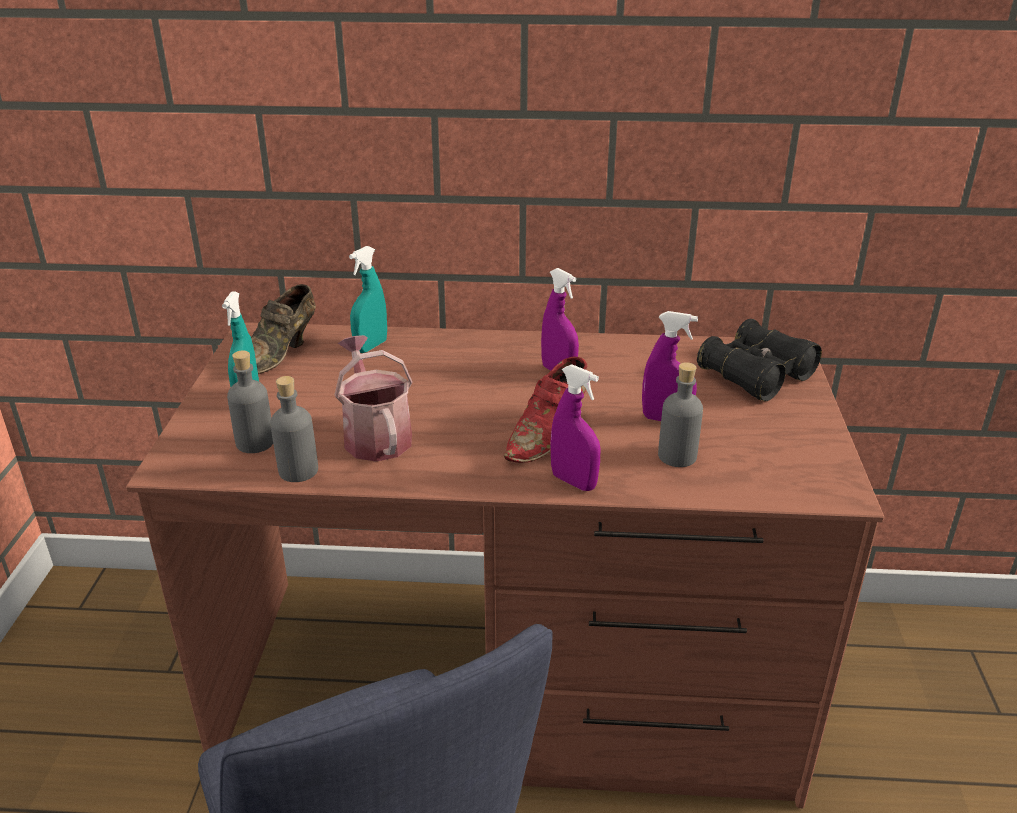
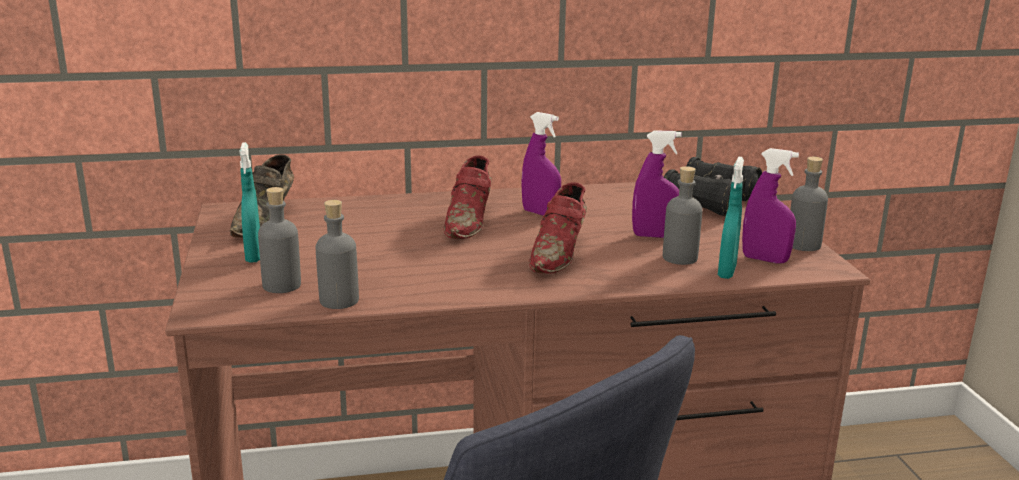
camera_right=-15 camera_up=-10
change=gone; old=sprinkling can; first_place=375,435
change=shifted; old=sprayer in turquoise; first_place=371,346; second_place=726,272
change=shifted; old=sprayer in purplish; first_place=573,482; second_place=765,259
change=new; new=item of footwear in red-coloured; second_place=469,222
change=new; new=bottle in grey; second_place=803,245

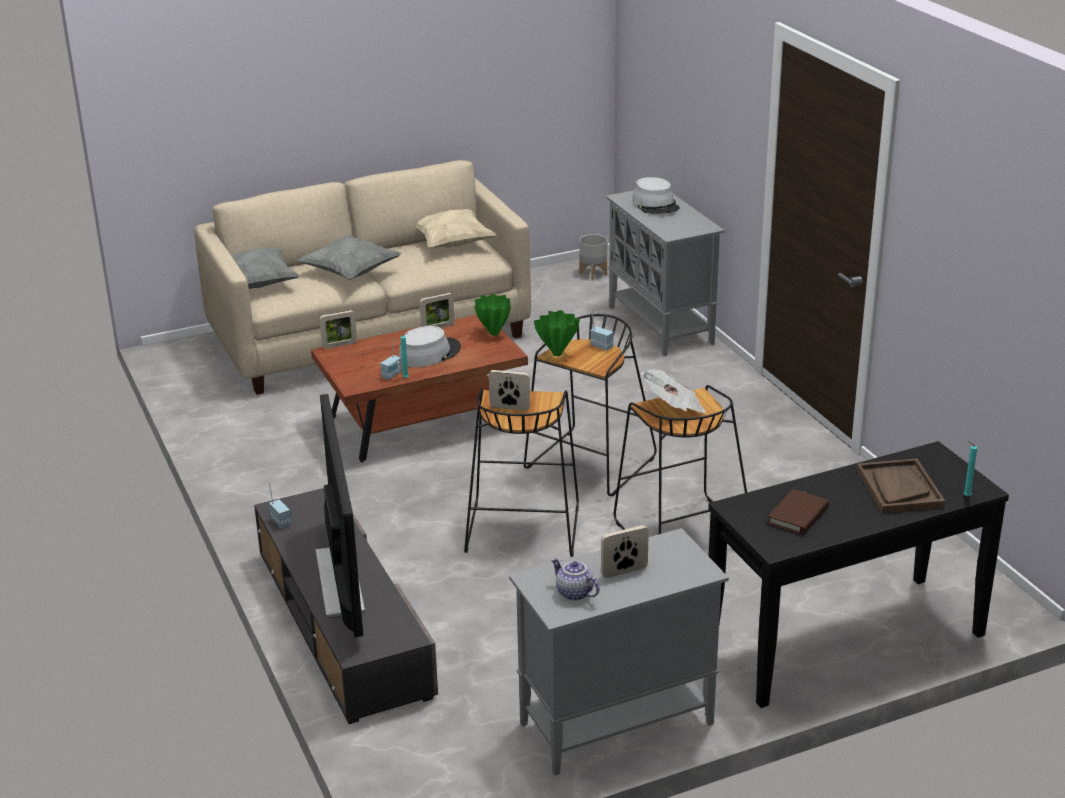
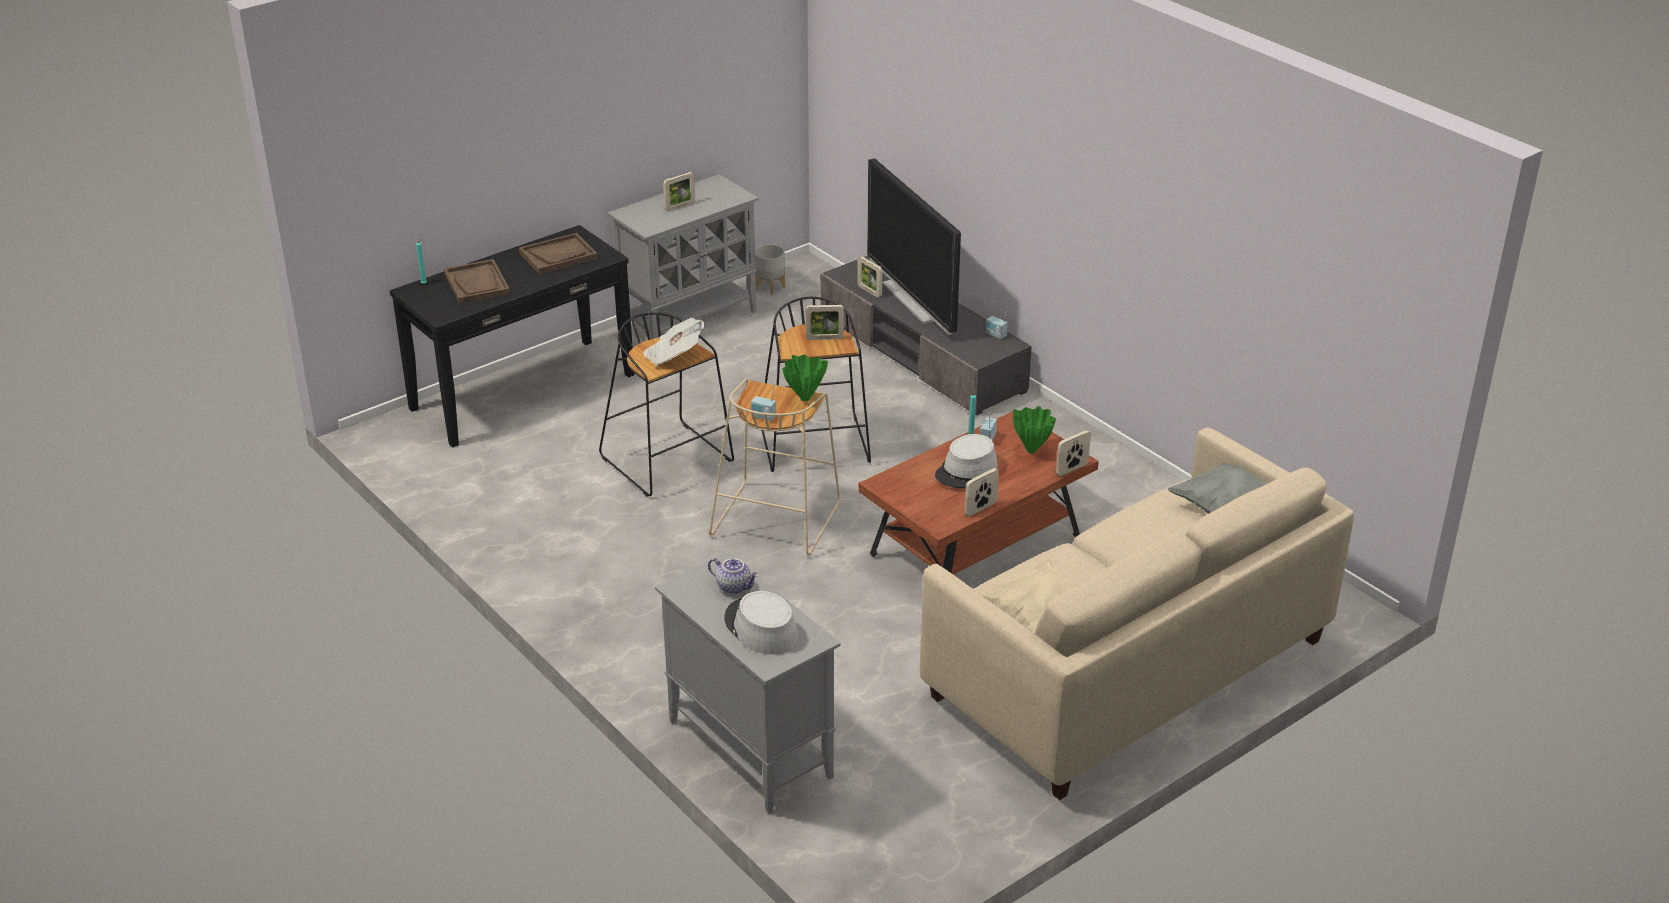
camera_right=165 camera_up=5
change=gone; old=throw pillow in grey; first_place=350,273
change=shifted; old=vase in green-coloured; first_place=493,333; second_place=1032,450
change=repainted; old=sitting stool in blackish; new=sitting stool in beige; first_place=590,465; second_place=775,518
change=shifted; old=tea pot; first_place=573,593; second_place=734,586
change=shifted; old=planter in grey; first_place=593,274; second_place=769,288
change=swapped; old=volume in brown-coloured; new=tray in brown-coloured; first_place=798,515; second_place=558,255
change=new; new=photo frame; second_place=869,291

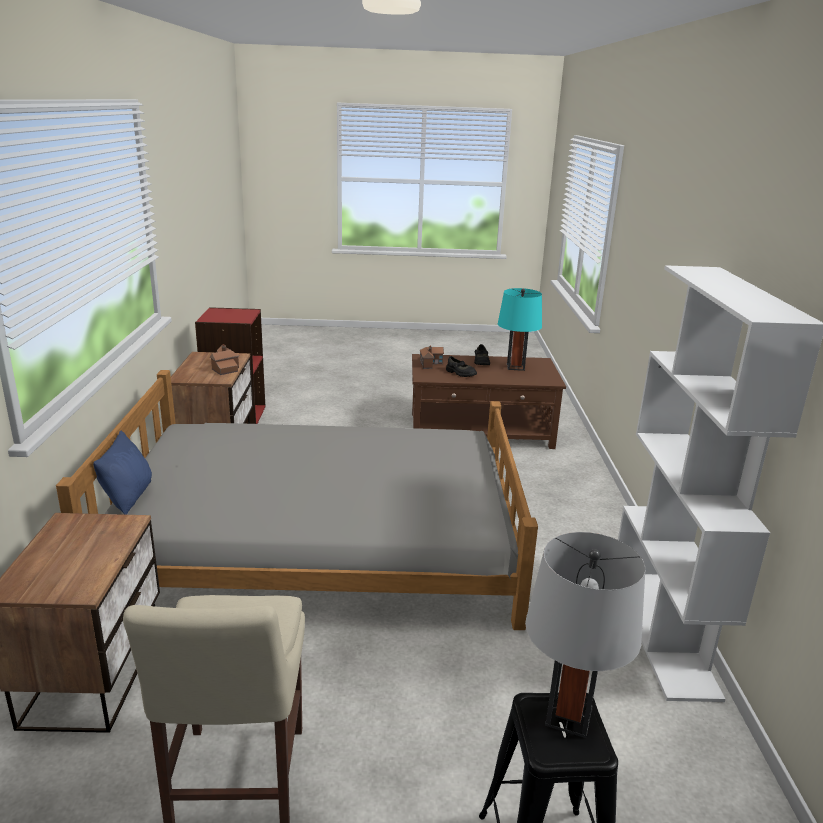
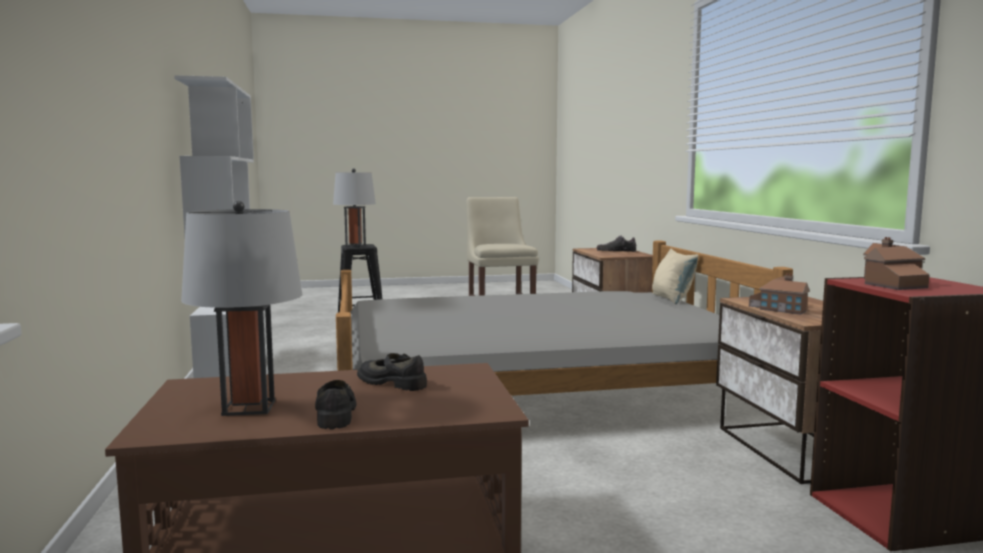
camera_right=170 camera_up=-15
change=repainted; old=throw pillow in blue-coloured; new=throw pillow in beige; first_place=128,497; second_place=672,299
change=shifted; old=miniature house; first_place=431,363; second_place=889,283
change=repainted; old=table lamp in turquoise; new=table lamp in grey; first_place=515,367; second_place=249,407
change=new; new=item of footwear; second_place=616,252

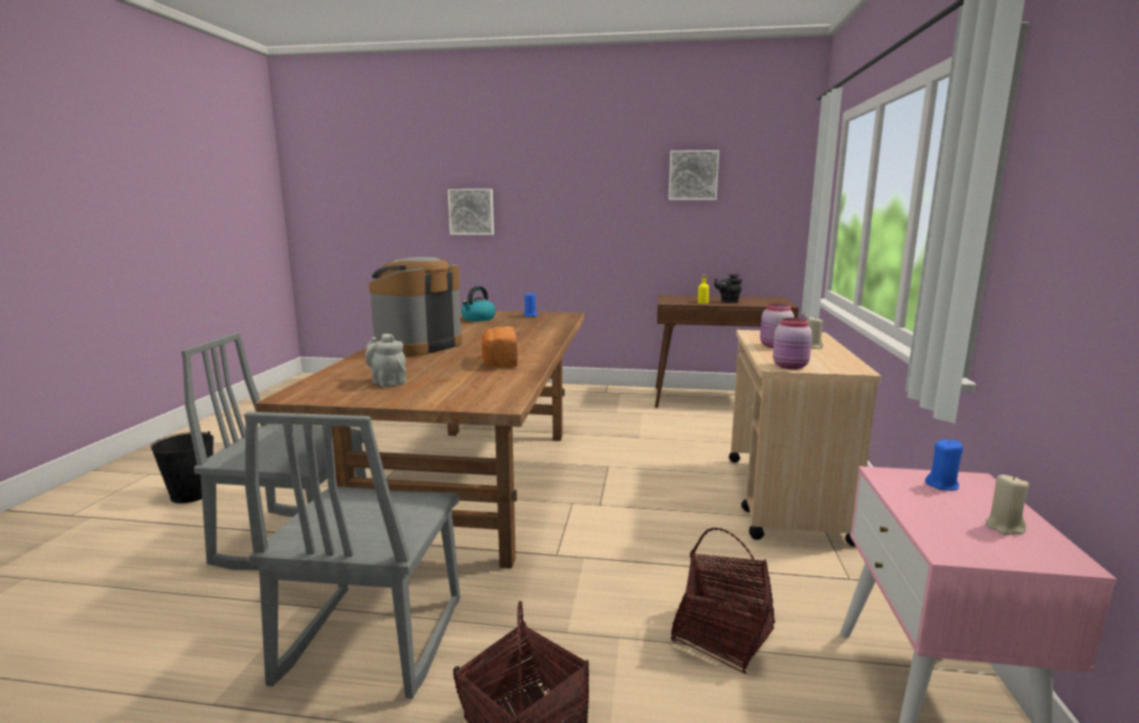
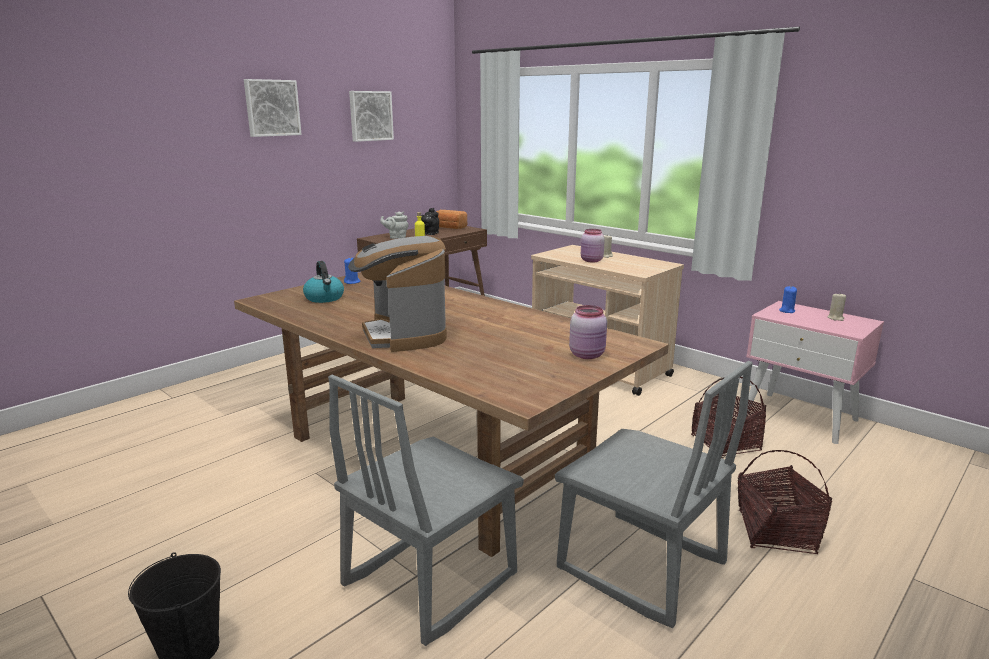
camera_right=-55 camera_up=5
change=shifted; old=tea pot in grey; first_place=387,382; second_place=396,237
change=shifted; old=wall art; first_place=471,212; second_place=272,108
change=shifted; old=baked bread; first_place=499,361; second_place=449,228
change=shifted; old=preserve jar in pink-coloured; first_place=791,366; second_place=588,355

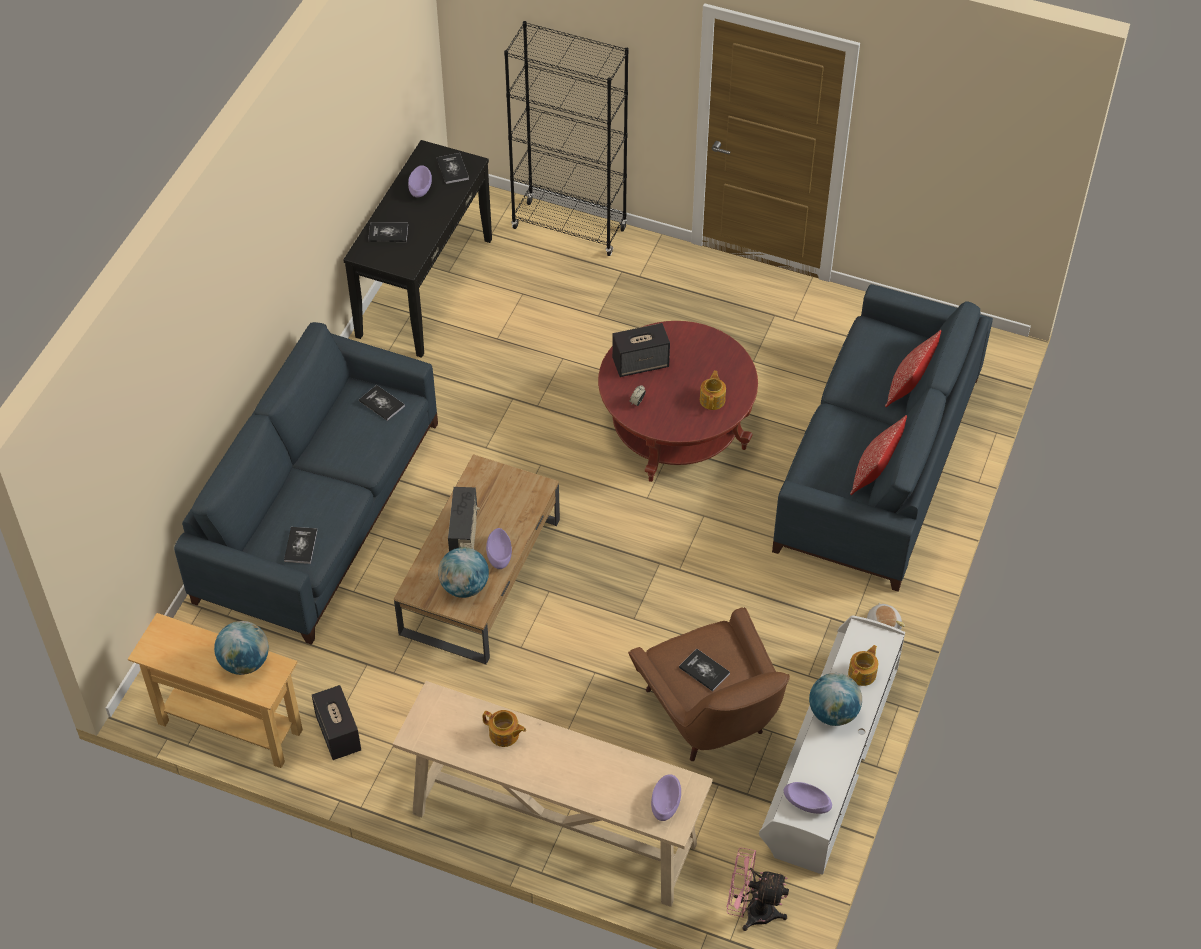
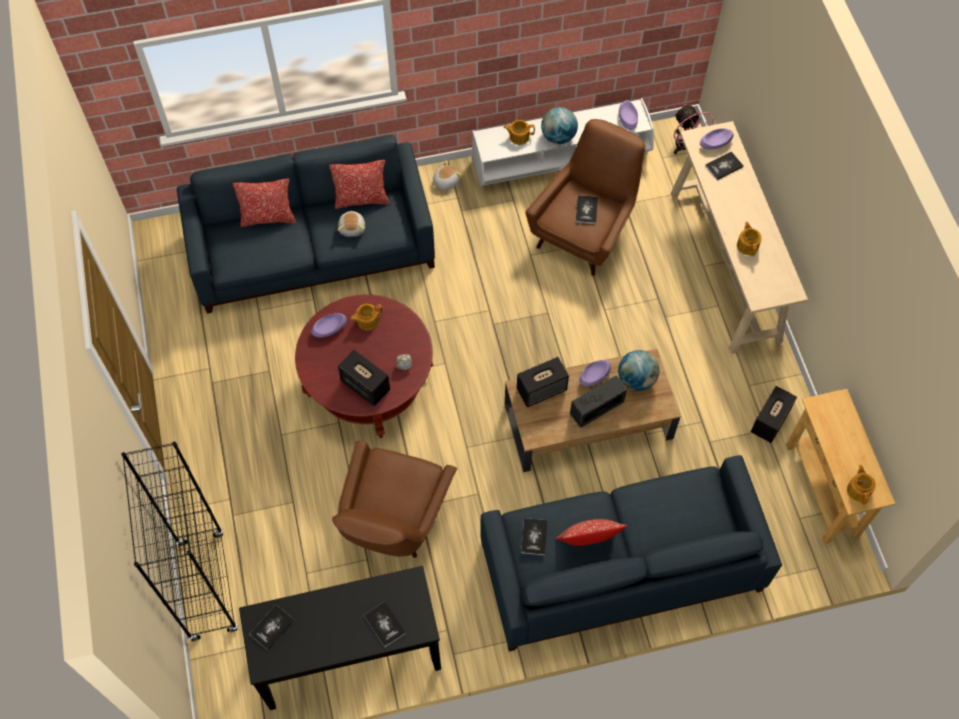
camera_right=-125 camera_up=10
change=gone; old=desk globe; first_place=245,662
change=shifted; old=volume; first_place=300,546; second_place=724,166
change=shifted; old=serving bowl in purplish; first_place=420,188; second_place=329,328
change=new; new=lounge chair in brown-coloured; second_place=394,523
change=new; new=plush toy; second_place=352,228
change=new; new=loudspeaker; second_place=542,389
change=new; new=throw pillow; second_place=588,541
change=new; new=tea pot; second_place=859,490

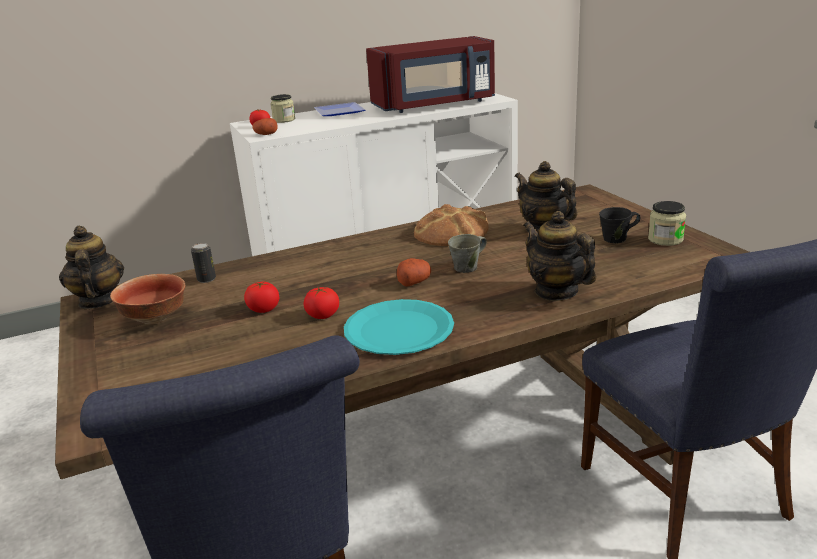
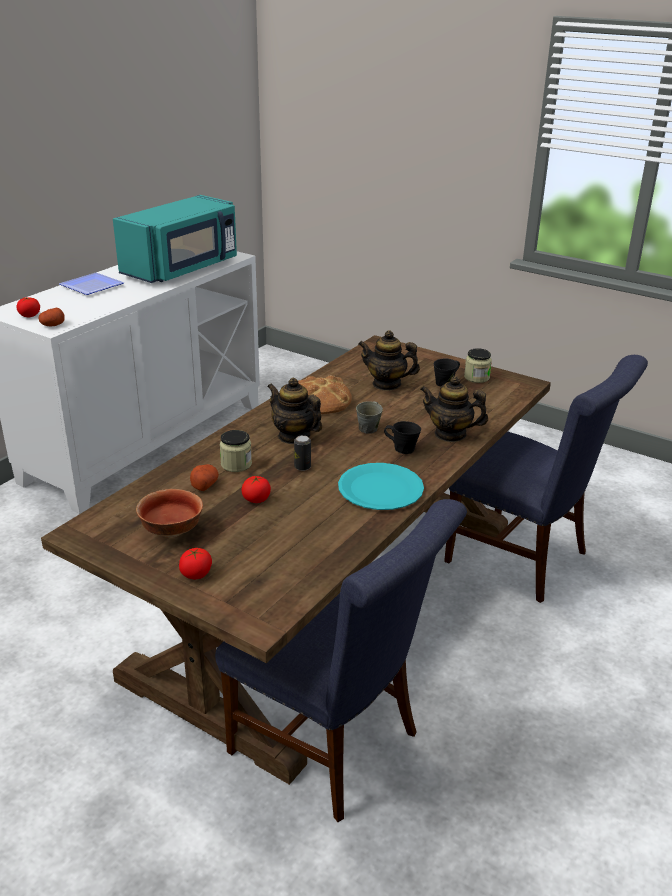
camera_right=-35 camera_up=5
change=shifted; old=tea pot; first_place=98,301; second_place=294,436
change=shifted; old=metal can; first_place=206,279; second_place=302,467
change=shifted; old=preserve jar; first_place=284,120; second_place=236,464
change=shifted; old=whole tomato; first_place=323,315; second_place=196,574
change=repainted; old=kitchen microwave in red-coloured; new=kitchen microwave in turquoise; first_place=435,105; second_place=183,268
change=shifted; old=whole potato; first_place=414,282; second_place=204,485
change=new; new=mug in blackish; second_place=403,449

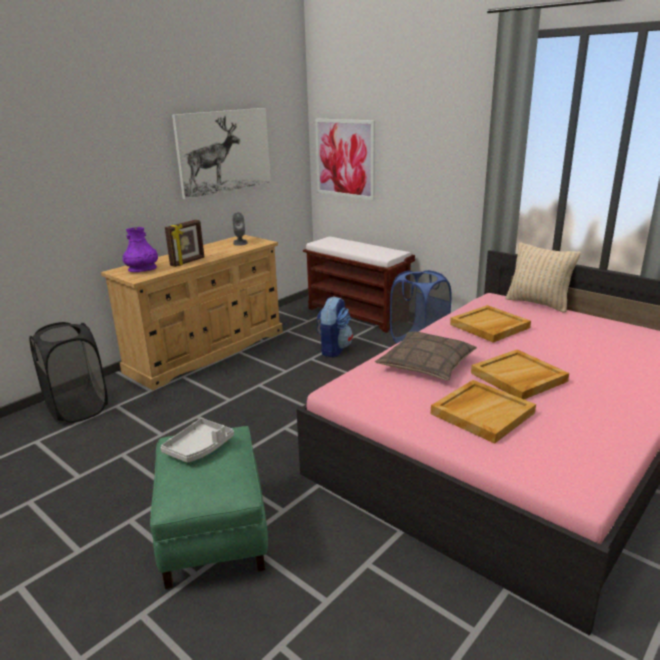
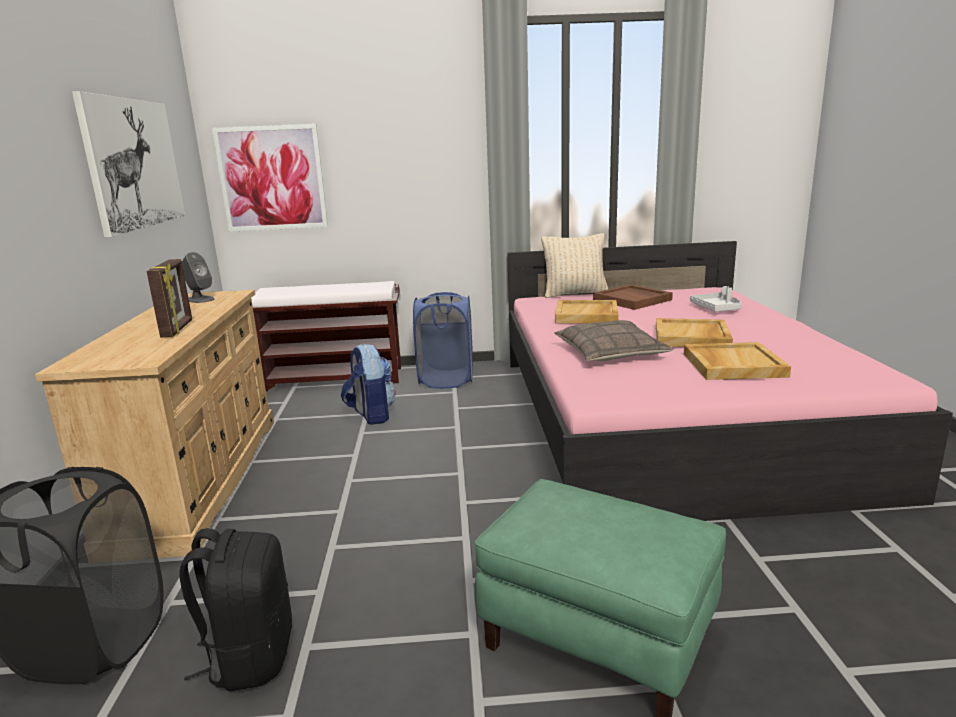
camera_right=-45 camera_up=-5
change=gone; old=vase in purplish; first_place=142,269
change=shifted; old=tray in grey; first_place=199,448; second_place=716,309
change=new; new=rucksack in blackish; second_place=250,656
change=new; new=tray in brown-coloured; second_place=633,300

